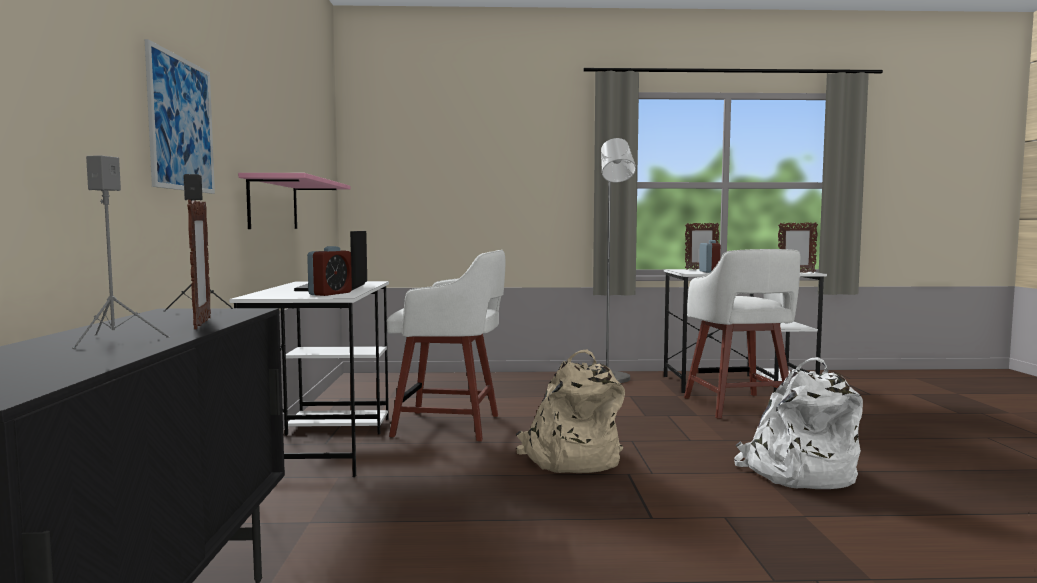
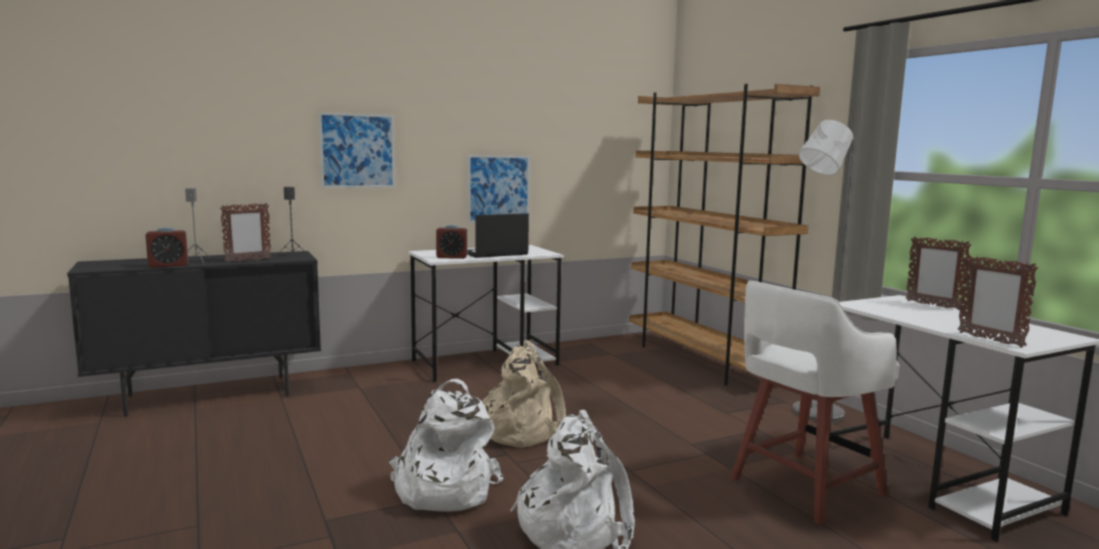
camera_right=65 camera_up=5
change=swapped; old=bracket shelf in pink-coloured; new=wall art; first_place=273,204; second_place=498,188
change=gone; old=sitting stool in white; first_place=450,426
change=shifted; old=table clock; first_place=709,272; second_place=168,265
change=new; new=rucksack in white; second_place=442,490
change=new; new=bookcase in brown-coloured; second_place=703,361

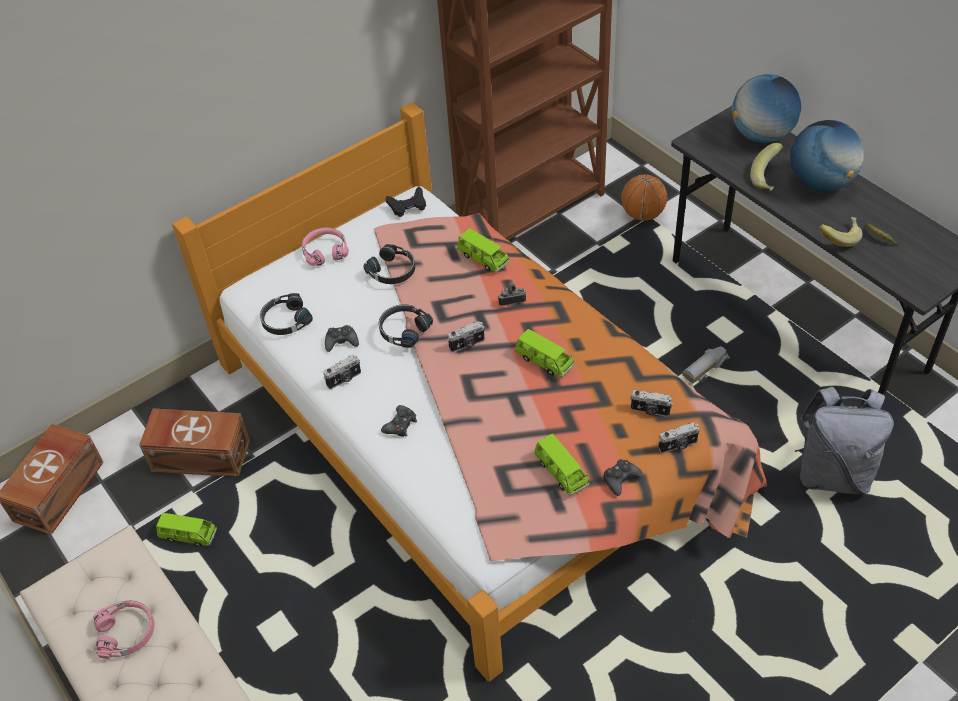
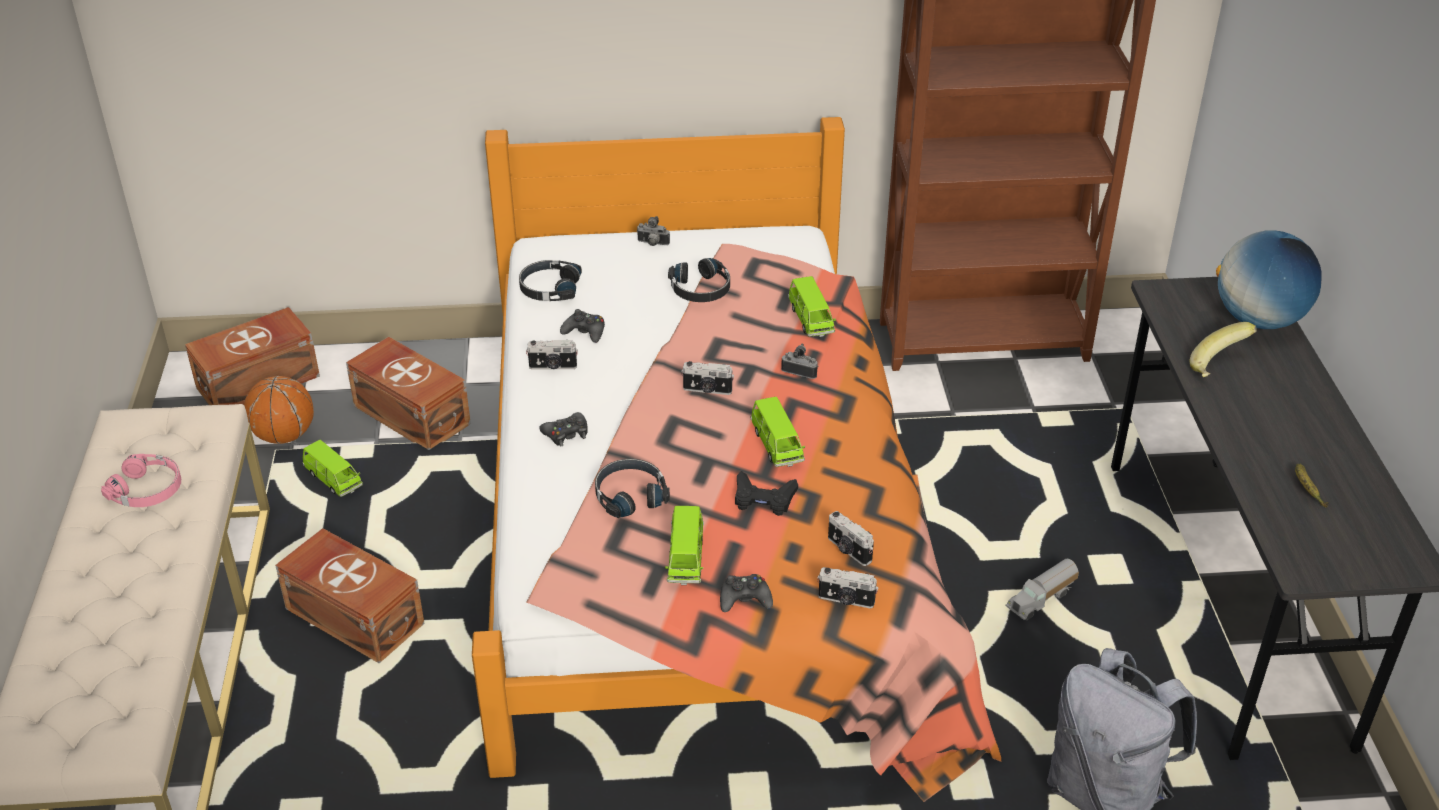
camera_right=30 camera_up=-10
change=swapped; old=headset in pink-coloured; new=photo camera; first_place=325,251; second_place=652,244
change=shifted; old=headset in blackish; first_place=403,330; second_place=630,495
change=shifted; old=joypad in blackish; first_place=407,205; second_place=763,499
change=shifted; old=ball for basketball; first_place=643,215; second_place=284,436
change=rotated; old=model truck; first_place=704,370; second_place=1041,600; degrees=150
change=gone; old=desk globe; first_place=820,183
change=gone; old=banana; first_place=838,238
change=new; new=storage bin in brown-coloured; second_place=355,615

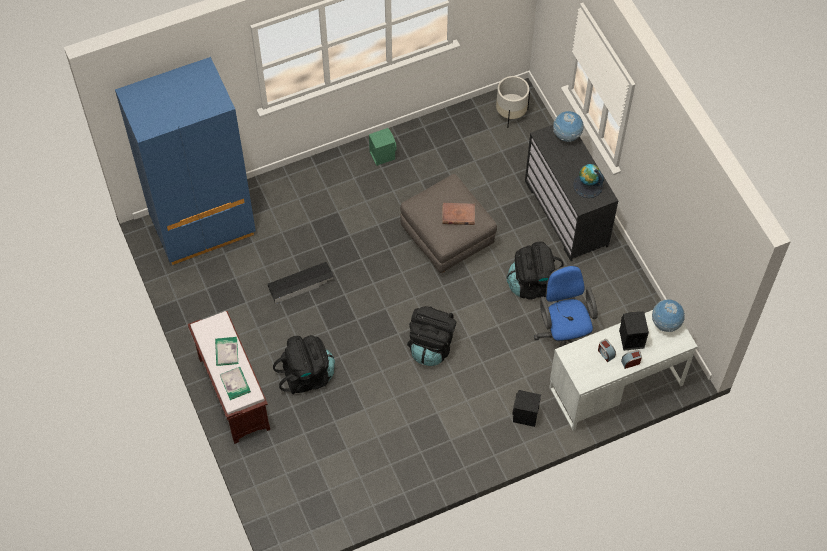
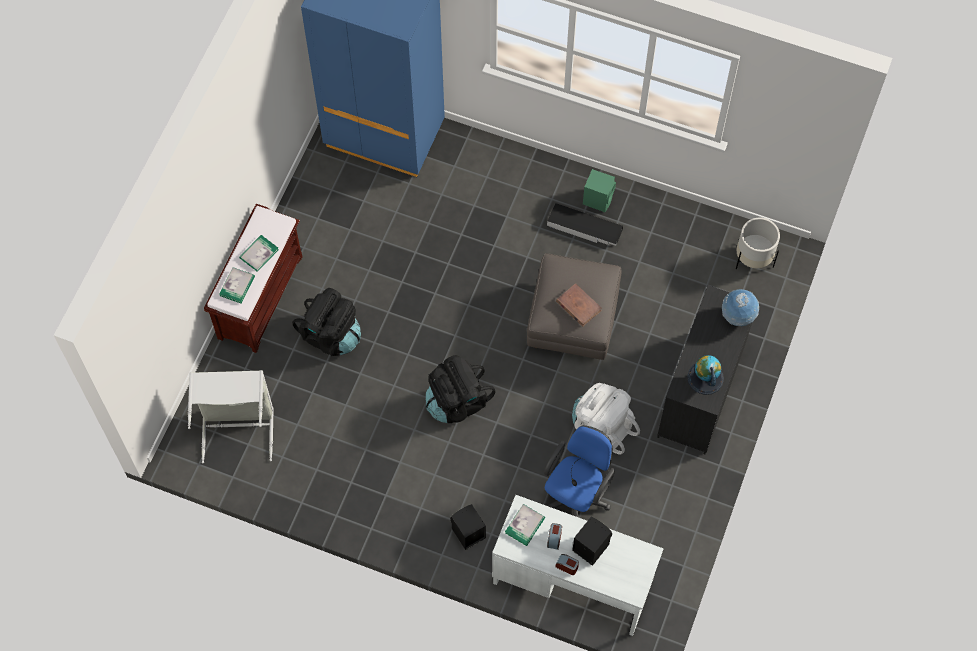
camera_right=45 camera_up=5
change=shifted; old=storage bin in blackish; first_place=301,284; second_place=584,228
change=repainted; old=rucksack in blackish; new=rucksack in white; first_place=533,284; second_place=601,428
change=gone; old=desk globe; first_place=665,324
change=new; new=washing basket in grey; second_place=238,427
change=new; new=volume; second_place=525,525

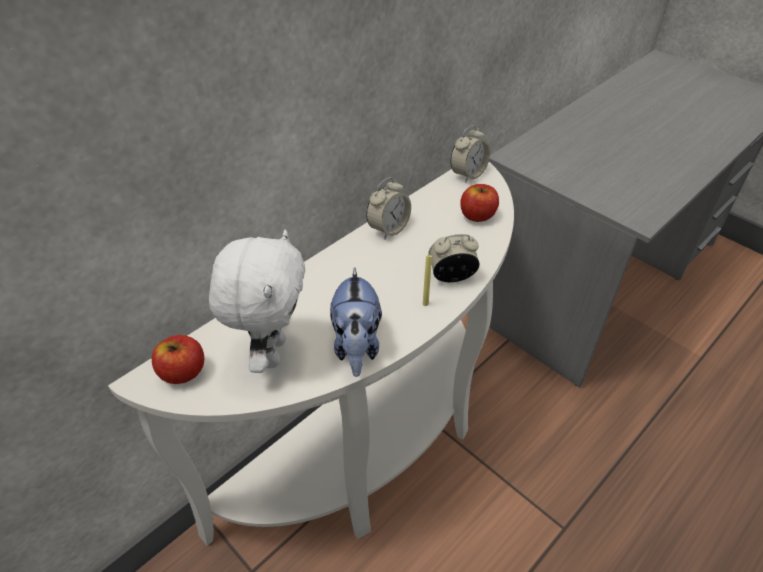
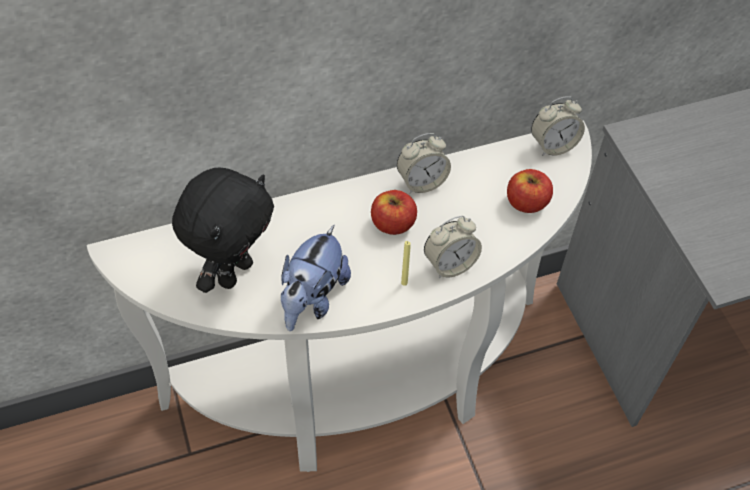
camera_right=25 camera_up=10
change=shifted; old=apple; first_place=183,372; second_place=393,224
change=repainted; old=plush toy in white; new=plush toy in blackish; first_place=271,352; second_place=234,272
change=rotated; old=table clock; first_place=451,277; second_place=450,264; degrees=135

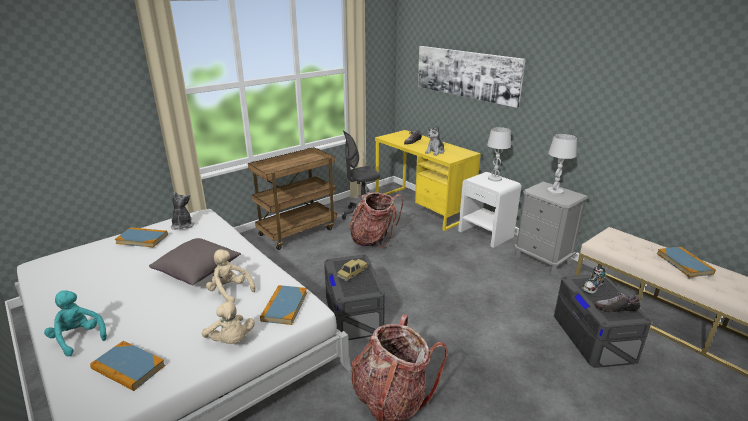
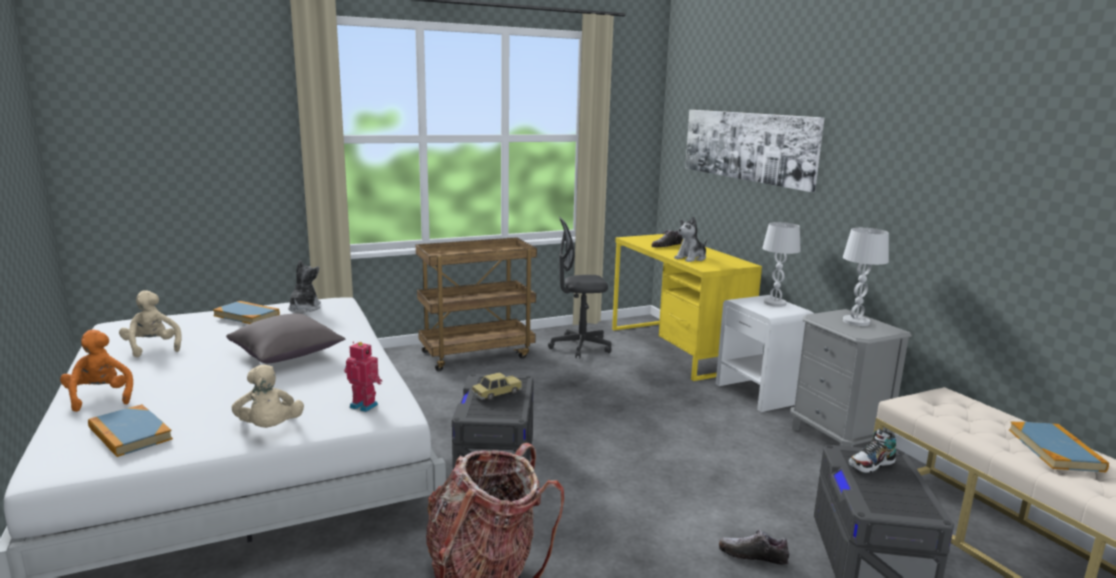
camera_right=15 camera_up=-10
change=repainted; old=plush toy in turquoise; new=plush toy in orange-coloured; first_place=78,338; second_place=100,397
change=shifted; old=plush toy in beige; first_place=230,291; second_place=152,348
change=swapped; old=volume; new=toy robot; first_place=284,306; second_place=365,405
change=gone; old=rucksack; first_place=374,239
change=shifted; old=item of footwear; first_place=615,308; second_place=752,555

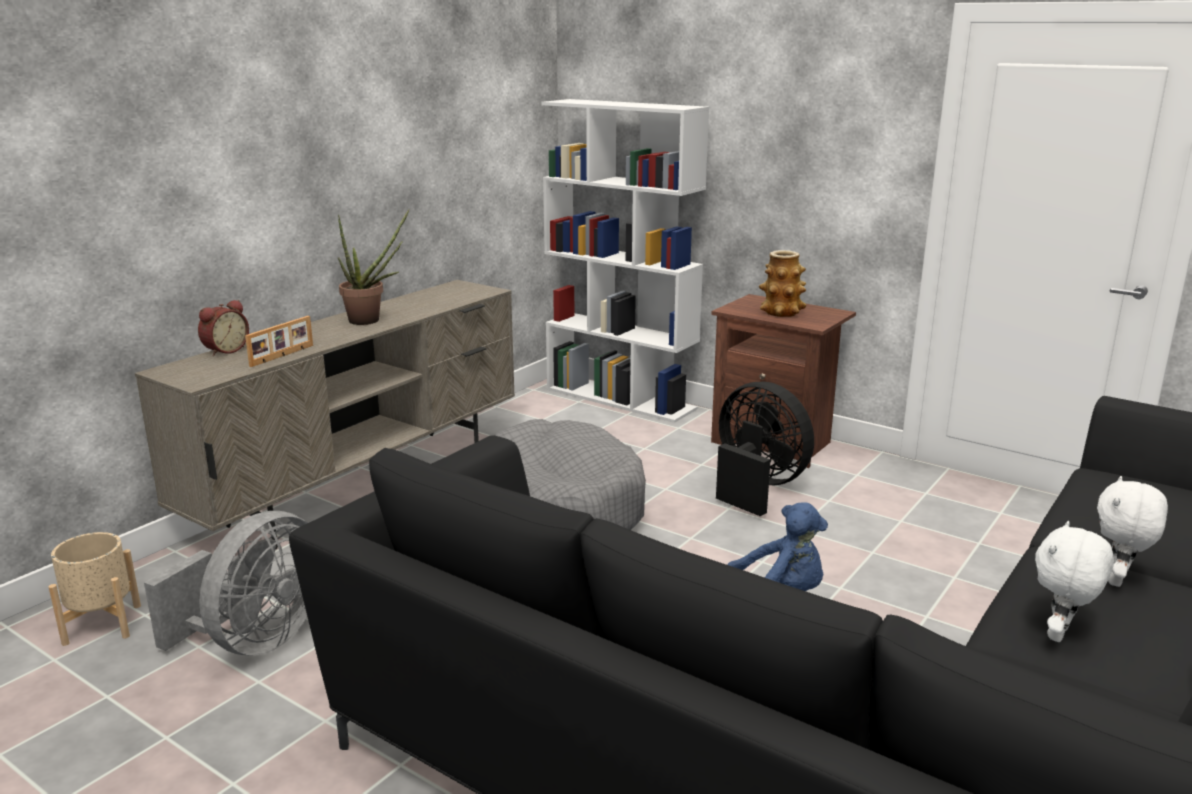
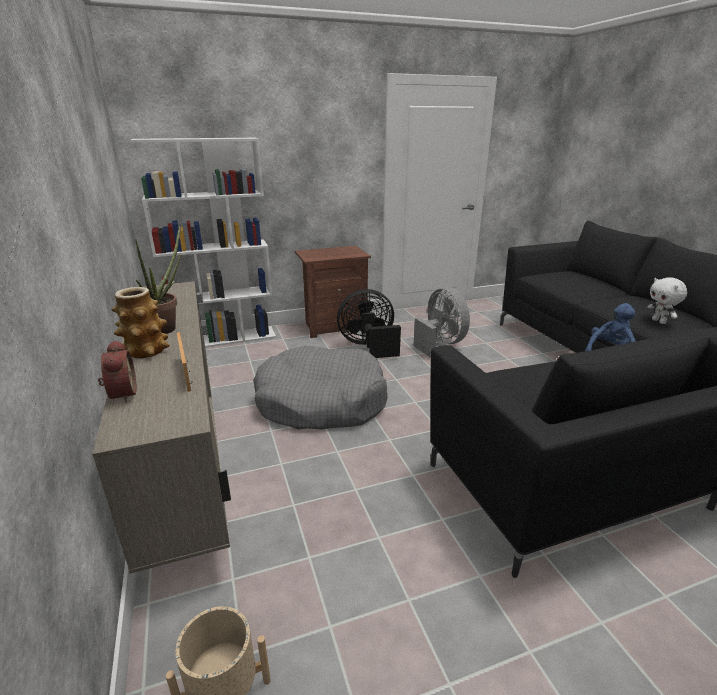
camera_right=-55 camera_up=5
change=shifted; old=cooling fan in grey; first_place=255,641; second_place=440,344
change=shifted; old=vase; first_place=781,312; second_place=146,350
change=gone; old=plush toy in white; first_place=1118,580

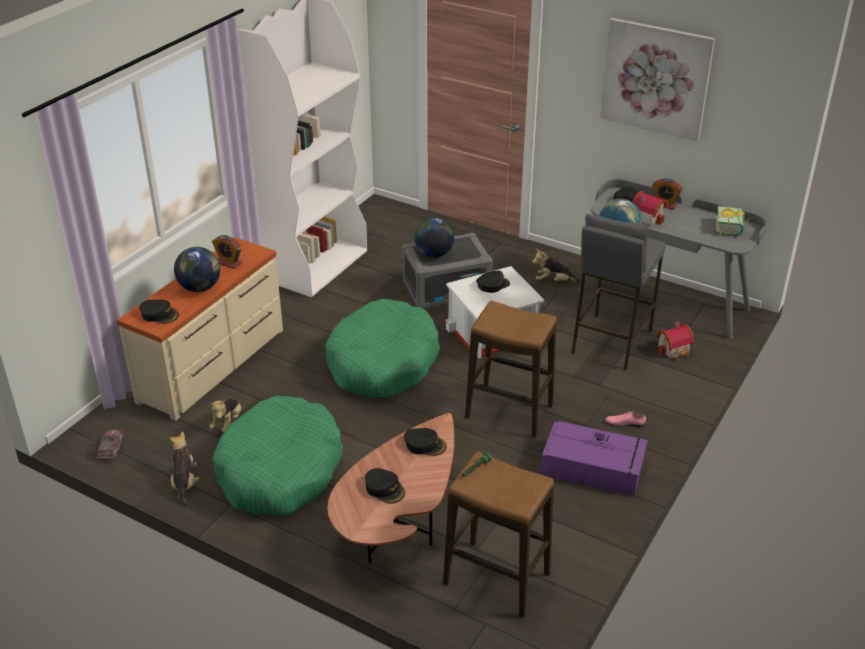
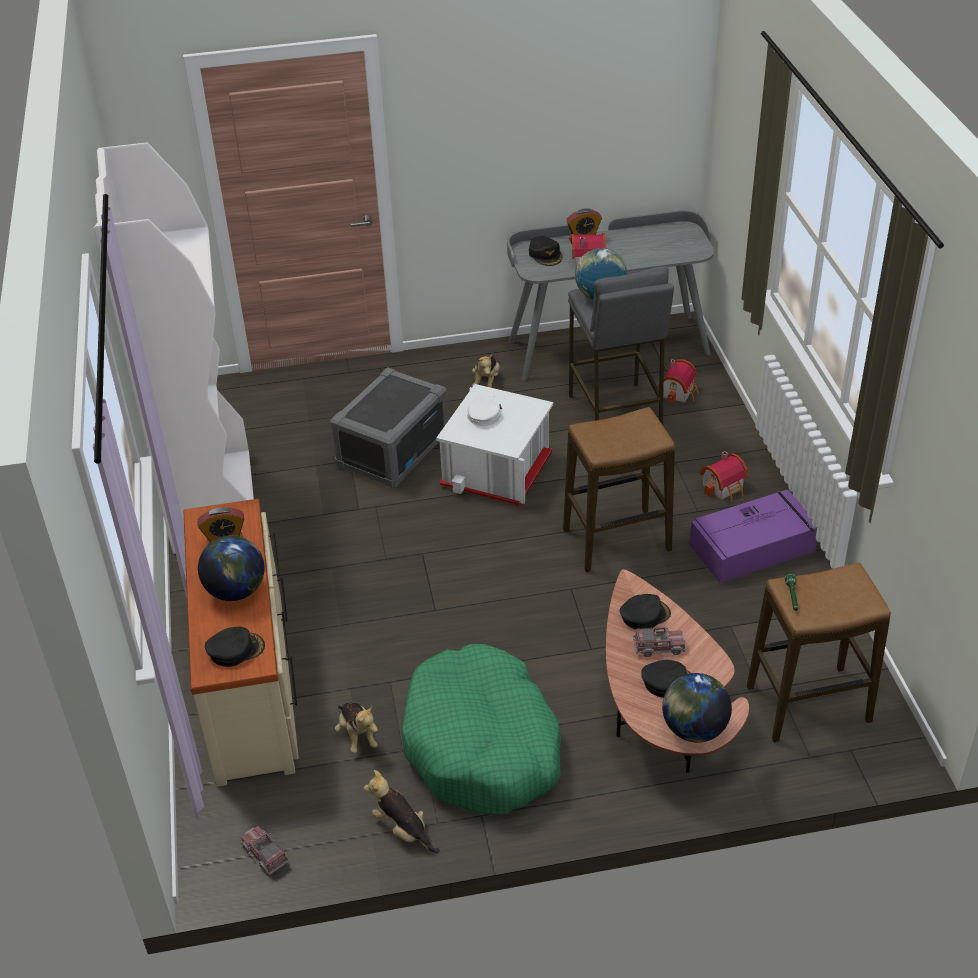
camera_right=-40 camera_up=5
change=gone; old=dog cushion in green-coloured; first_place=383,363
change=shifted; old=desk globe; first_place=433,254; second_place=694,729
change=repainted; old=baseball cap in blackish; new=baseball cap in white; first_place=492,285; second_place=484,414
change=rotated; old=plush toy; first_place=554,281; second_place=486,382; degrees=-45
change=gone; old=wall art; first_place=656,78
change=swapped; old=item of footwear in pink-coloured; new=miniature house; first_place=624,423; second_place=725,488
change=gone; old=volume; first_place=732,229
change=new; new=model truck; second_place=659,647

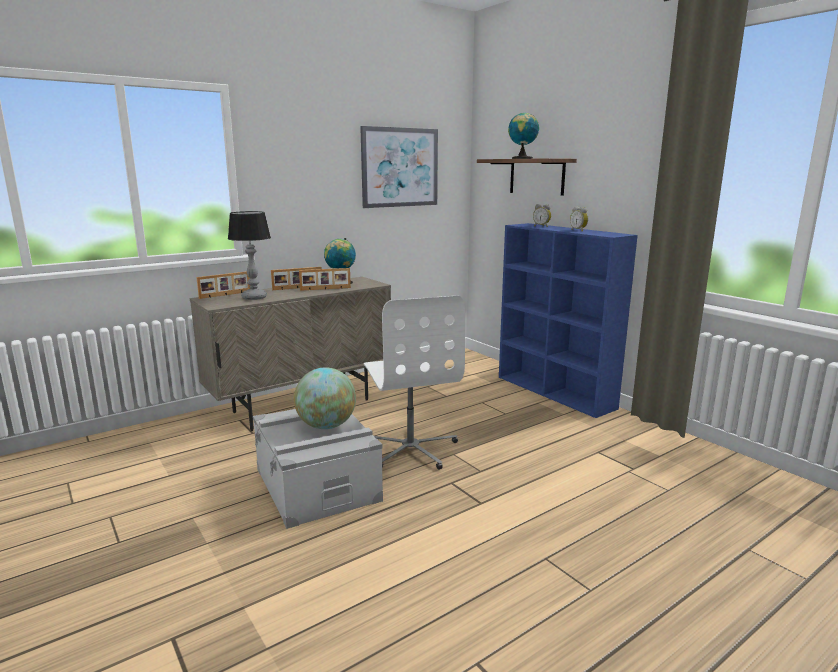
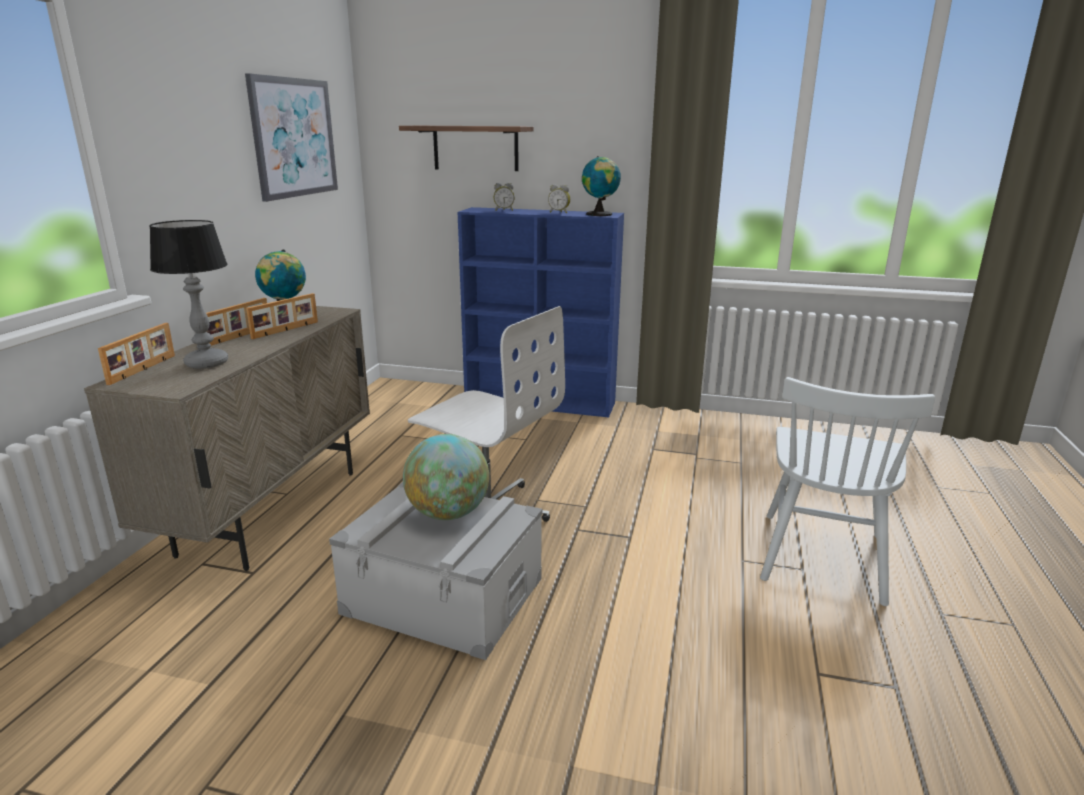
camera_right=-40 camera_up=5
change=shifted; old=desk globe; first_place=522,158; second_place=600,214
change=new; new=upright chair in white; second_place=822,556

